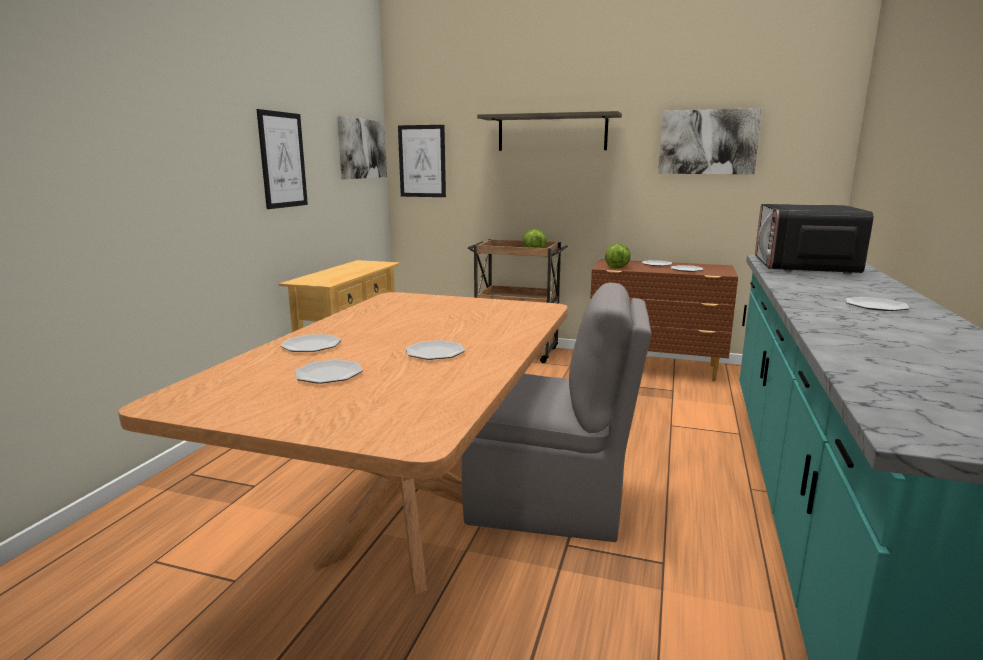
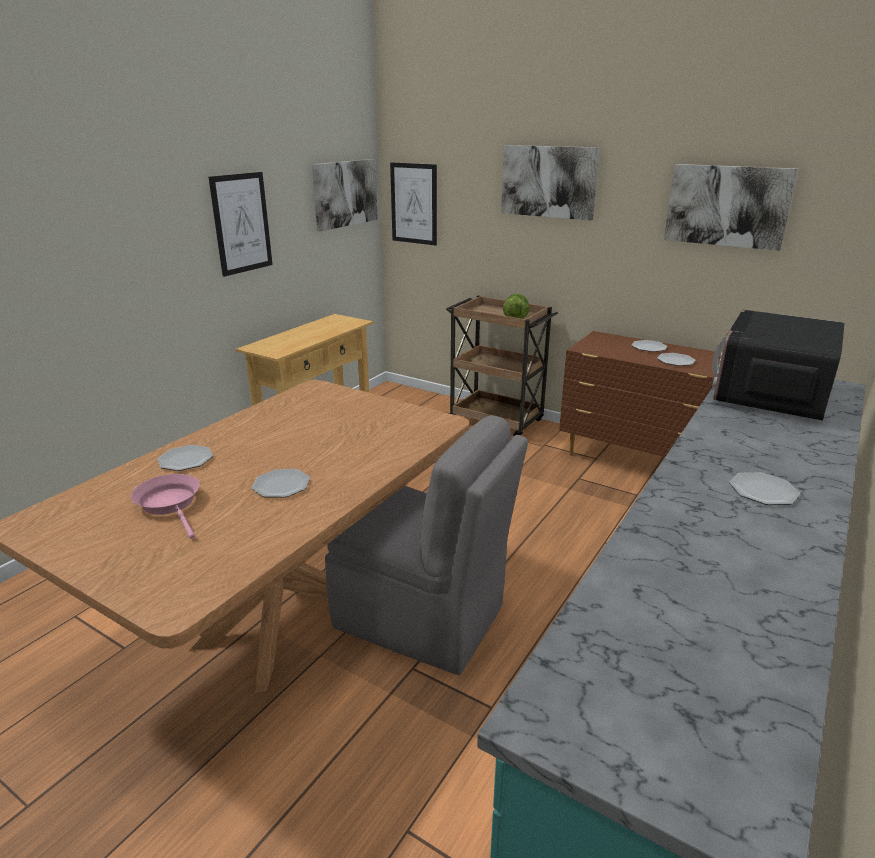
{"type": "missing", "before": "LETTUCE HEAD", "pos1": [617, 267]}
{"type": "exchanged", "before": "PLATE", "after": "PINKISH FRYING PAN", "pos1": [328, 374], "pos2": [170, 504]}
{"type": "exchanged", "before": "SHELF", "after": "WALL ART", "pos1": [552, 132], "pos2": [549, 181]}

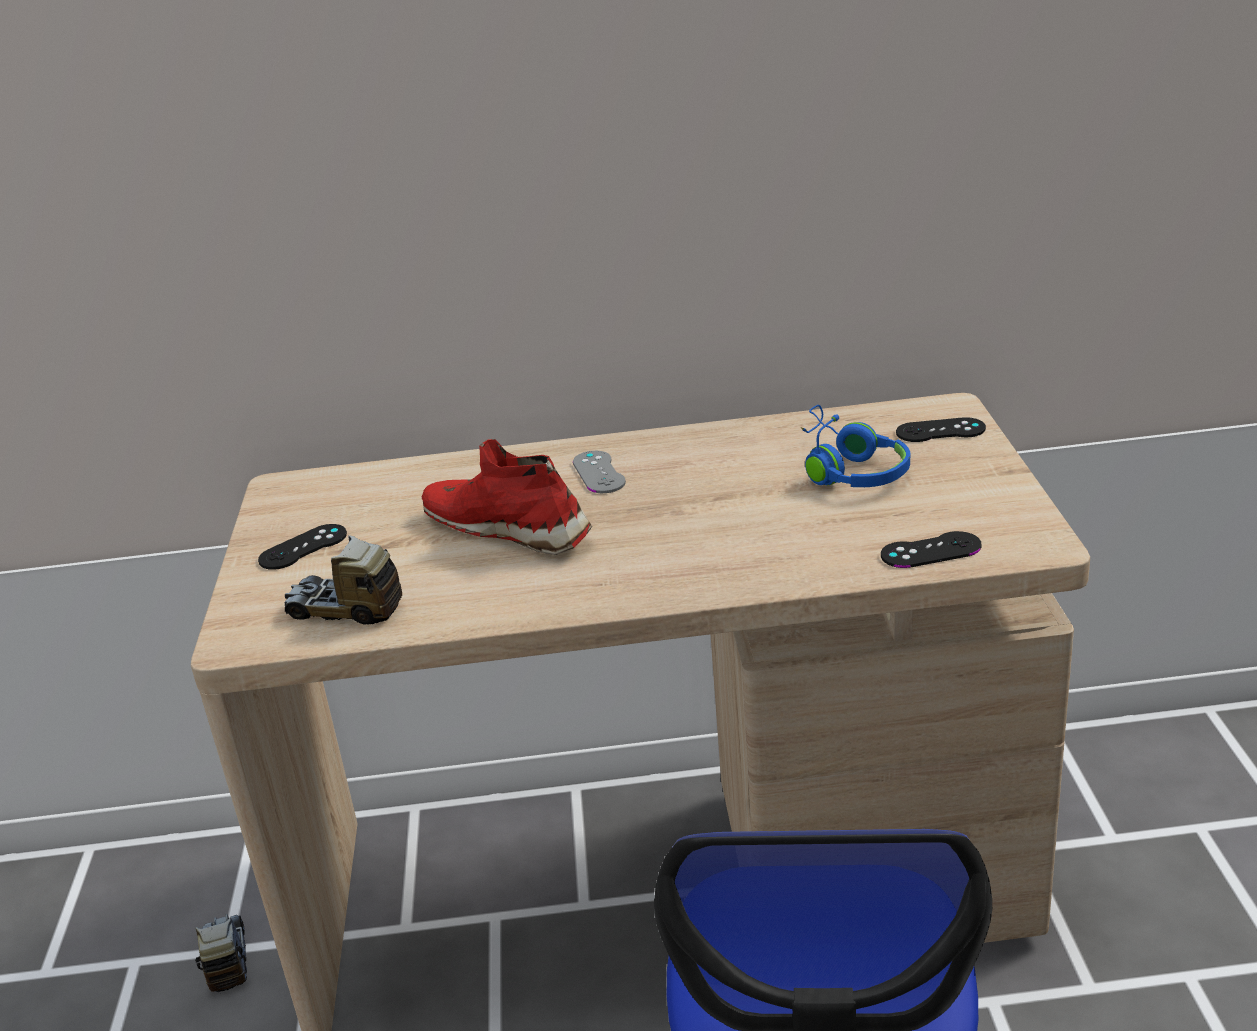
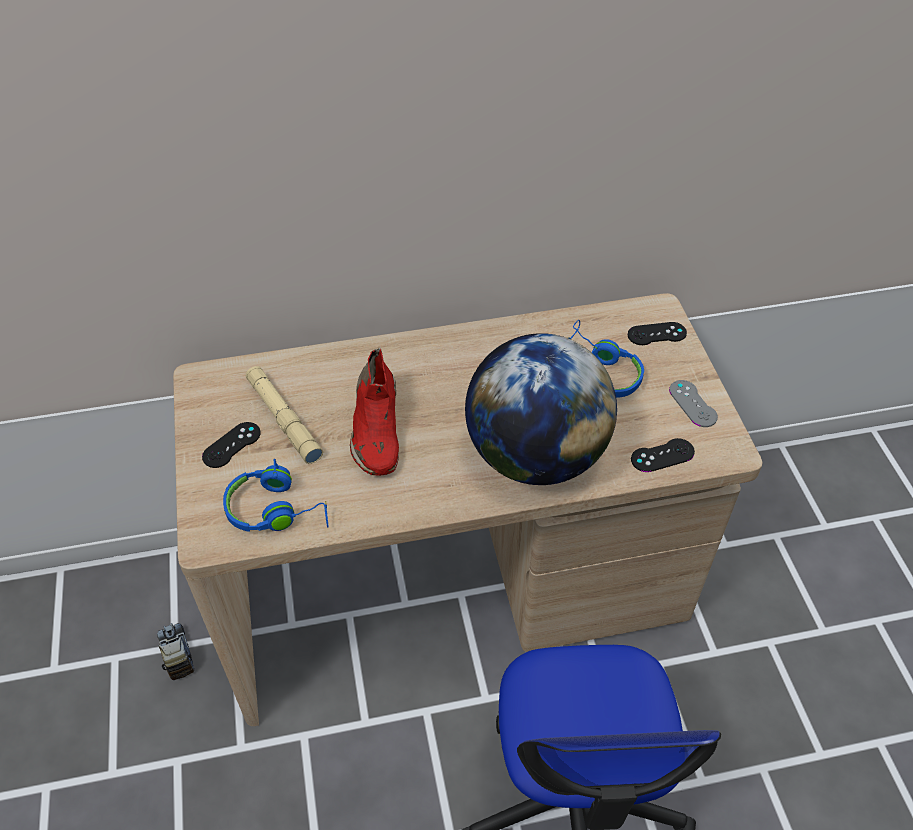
{"type": "appeared", "after": "BEIGE FLASHLIGHT", "pos2": [284, 419]}
{"type": "appeared", "after": "GLOBE", "pos2": [535, 456]}
{"type": "relocated", "before": "GREYISH JOYPAD", "pos1": [599, 472], "pos2": [693, 403]}
{"type": "exchanged", "before": "TOY LORRY", "after": "BLUE HEADPHONES", "pos1": [345, 610], "pos2": [277, 510]}
{"type": "spun", "before": "RED LOW SHOE", "pos1": [509, 529], "pos2": [376, 428], "turn": -120}

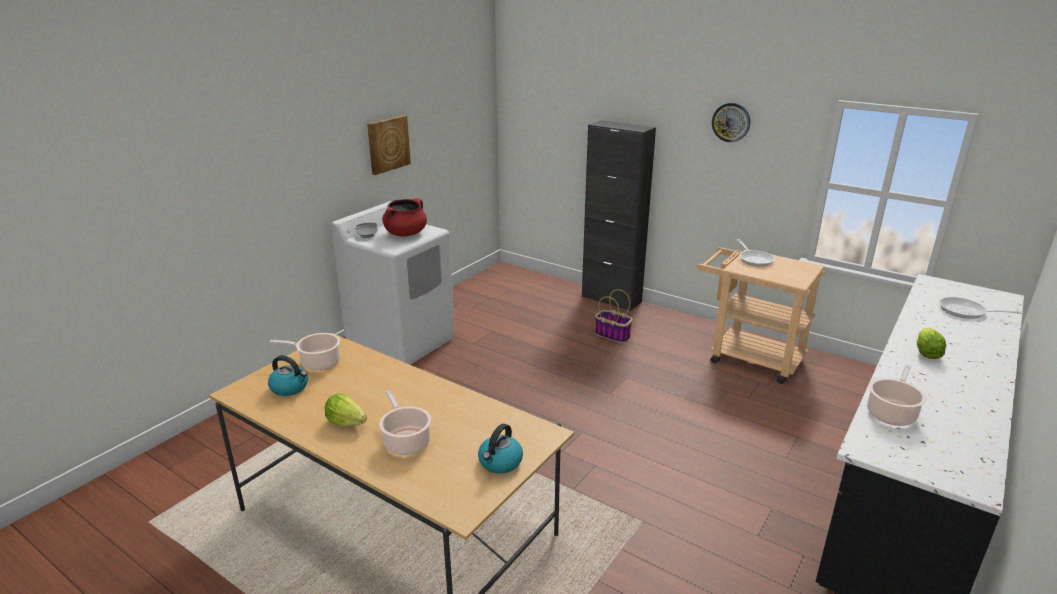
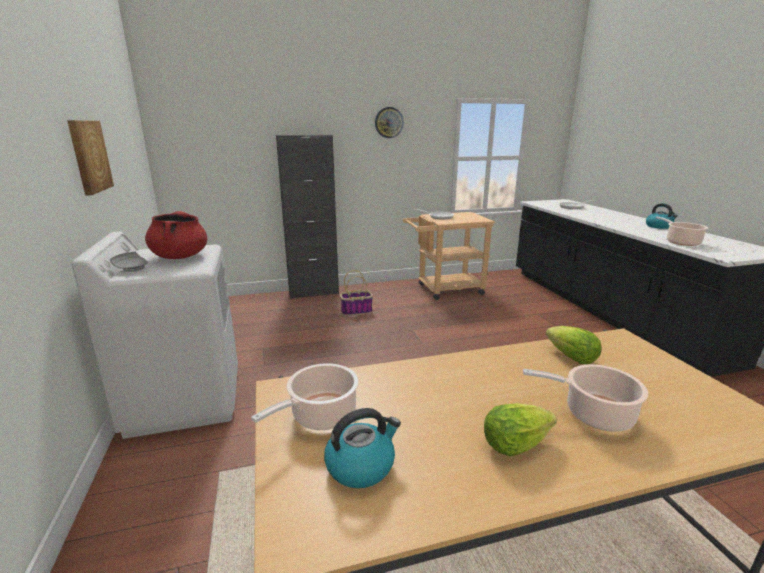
{"type": "relocated", "before": "TEA KETTLE", "pos1": [500, 462], "pos2": [659, 226]}
{"type": "relocated", "before": "LETTUCE HEAD", "pos1": [926, 353], "pos2": [571, 358]}

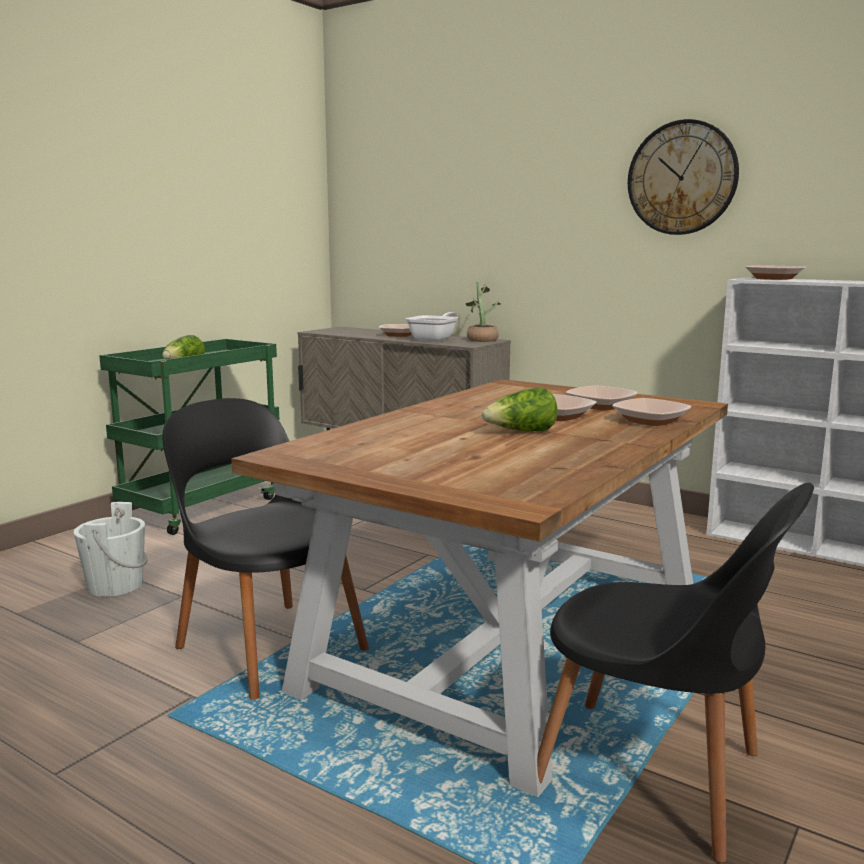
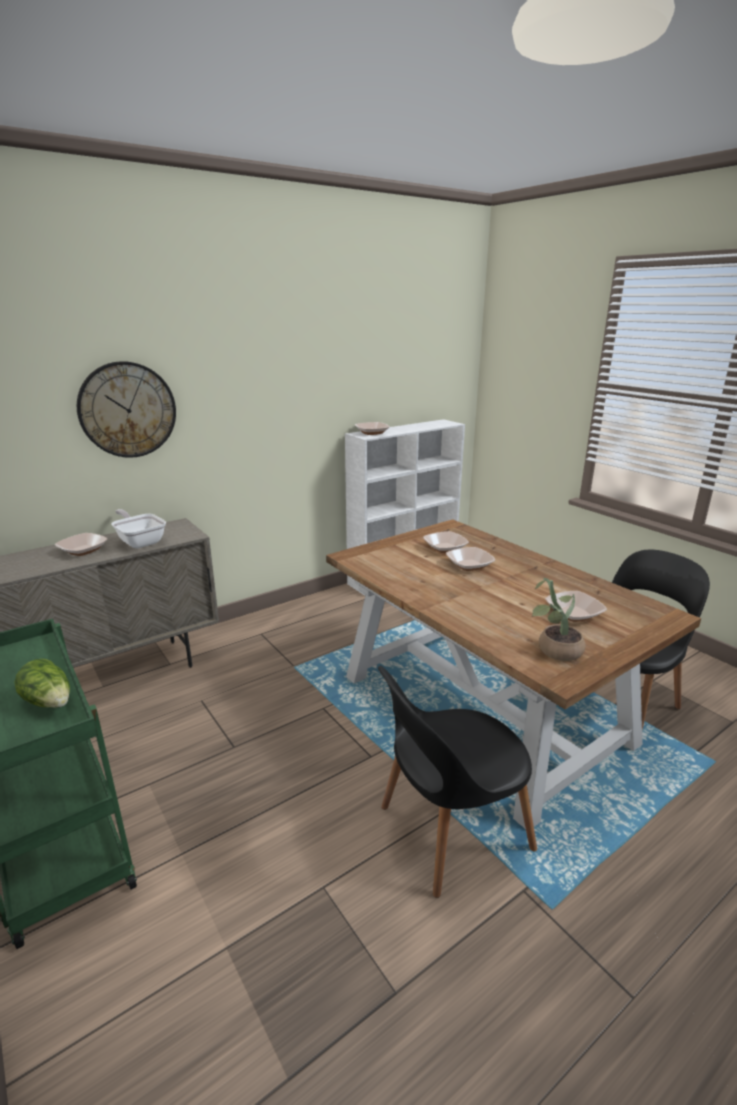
{"type": "missing", "before": "WHITE BUCKET", "pos1": [115, 585]}
{"type": "missing", "before": "LETTUCE HEAD", "pos1": [521, 432]}
{"type": "relocated", "before": "POTTED PLANT", "pos1": [481, 339], "pos2": [554, 650]}
{"type": "relocated", "before": "SERVING BOWL", "pos1": [650, 421], "pos2": [573, 613]}
{"type": "relocated", "before": "WALL CLOCK", "pos1": [682, 178], "pos2": [127, 410]}

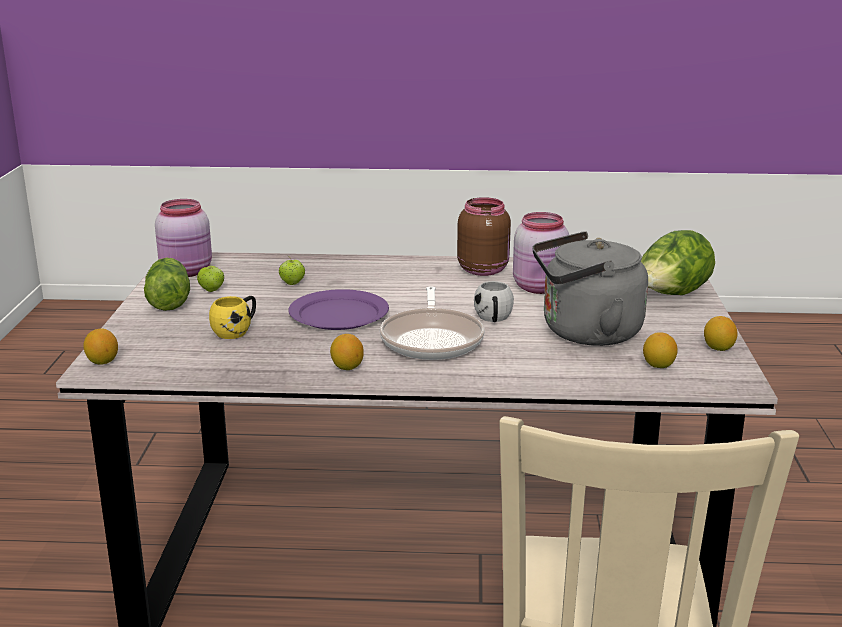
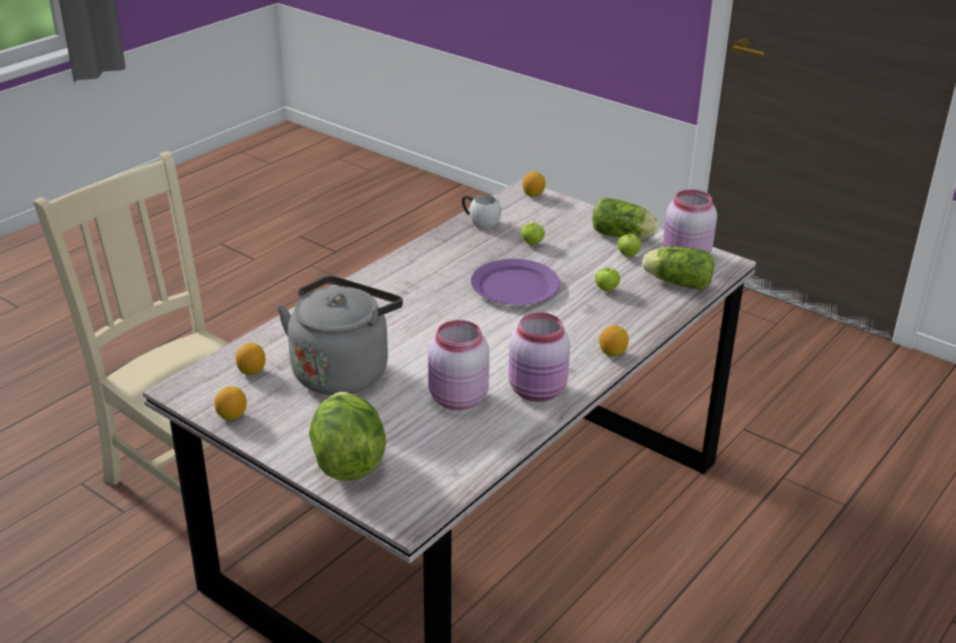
{"type": "missing", "before": "FRYING PAN", "pos1": [432, 339]}
{"type": "appeared", "after": "LETTUCE HEAD", "pos2": [675, 282]}
{"type": "relocated", "before": "LEMON", "pos1": [347, 367], "pos2": [612, 353]}
{"type": "relocated", "before": "WHITE COFFEE MUG", "pos1": [493, 319], "pos2": [479, 221]}
{"type": "exchanged", "before": "YELLOW-COLOURED COFFEE MUG", "after": "WHOLE APPLE", "pos1": [237, 330], "pos2": [532, 243]}
{"type": "colour", "before": "BROWN JAR", "after": "PINKISH JAR", "pos1": [483, 269], "pos2": [538, 391]}

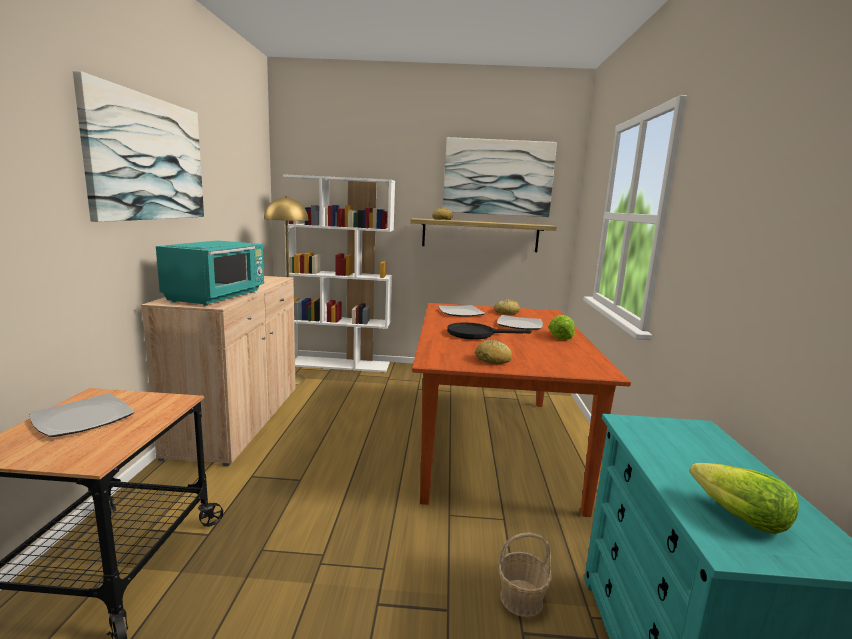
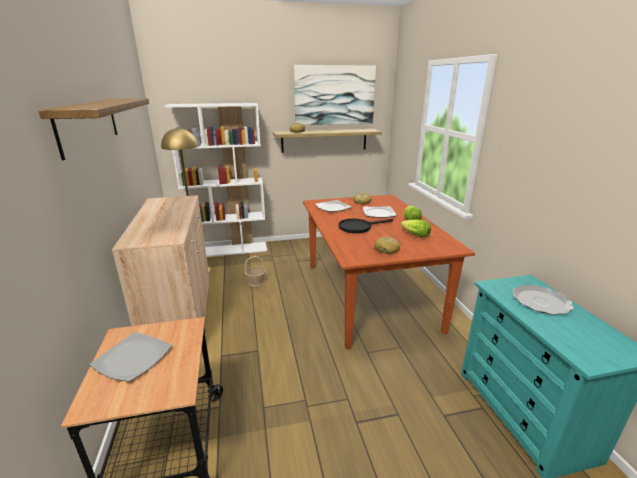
{"type": "missing", "before": "BLUE-GREEN KITCHEN MICROWAVE", "pos1": [218, 296]}
{"type": "appeared", "after": "PLATE", "pos2": [541, 301]}
{"type": "relocated", "before": "HOUSEHOLD BASKET", "pos1": [521, 599], "pos2": [256, 282]}
{"type": "relocated", "before": "LETTUCE HEAD", "pos1": [738, 517], "pos2": [415, 235]}
{"type": "exchanged", "before": "WALL ART", "after": "SHELF", "pos1": [148, 158], "pos2": [89, 124]}

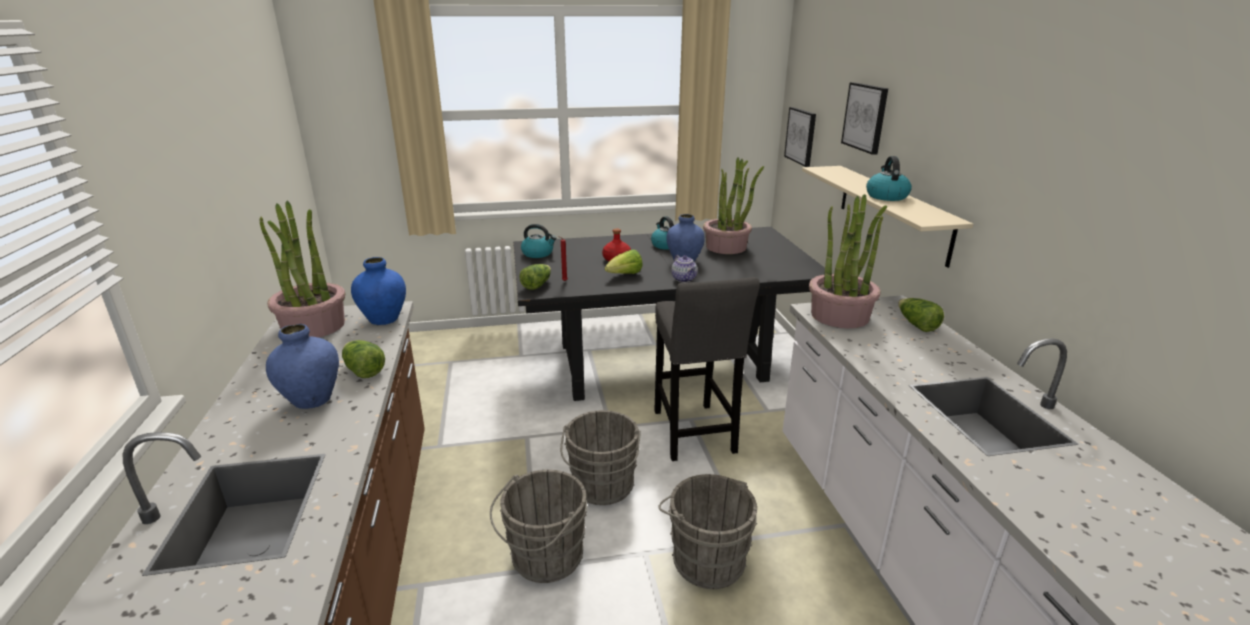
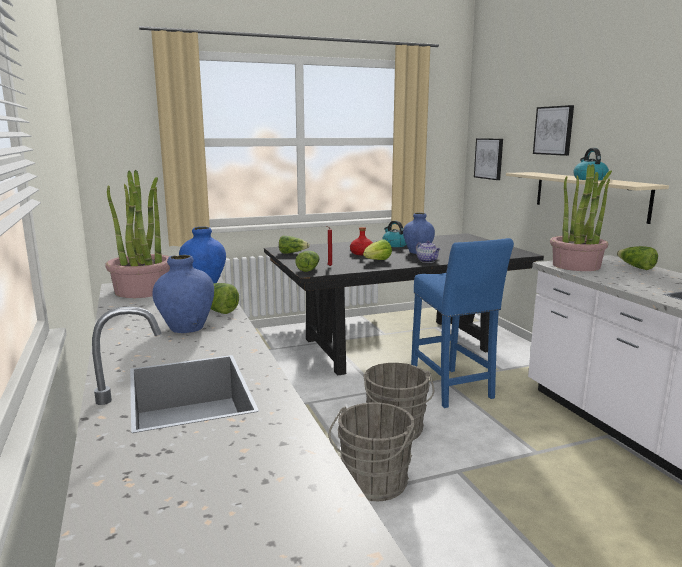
{"type": "missing", "before": "GREYISH BUCKET", "pos1": [705, 558]}
{"type": "missing", "before": "POTTED PLANT", "pos1": [726, 247]}
{"type": "exchanged", "before": "TEA KETTLE", "after": "LETTUCE HEAD", "pos1": [538, 253], "pos2": [292, 253]}
{"type": "colour", "before": "GREYISH STOOL SEAT", "after": "BLUE STOOL SEAT", "pos1": [694, 435], "pos2": [452, 389]}

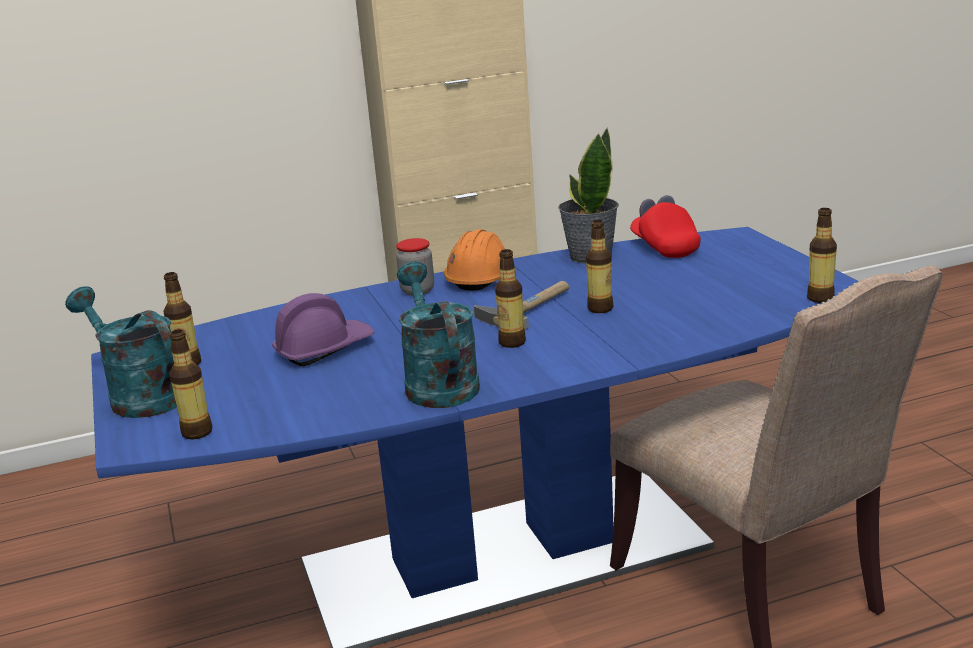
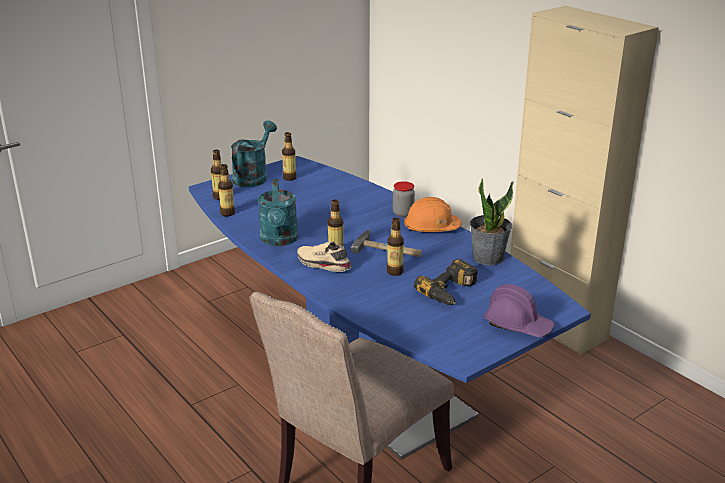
{"type": "missing", "before": "RED CAP", "pos1": [664, 247]}
{"type": "appeared", "after": "BEIGE LOW SHOE", "pos2": [322, 265]}
{"type": "appeared", "after": "ELECTRIC DRILL", "pos2": [451, 292]}
{"type": "relocated", "before": "PURPLE-COLOURED HARD HAT", "pos1": [324, 349], "pos2": [518, 325]}
{"type": "relocated", "before": "BEVERAGE BOTTLE", "pos1": [820, 298], "pos2": [227, 213]}
{"type": "spun", "before": "BLUE-GREEN WATERING CAN", "pos1": [437, 383], "pos2": [279, 240], "turn": 120}

